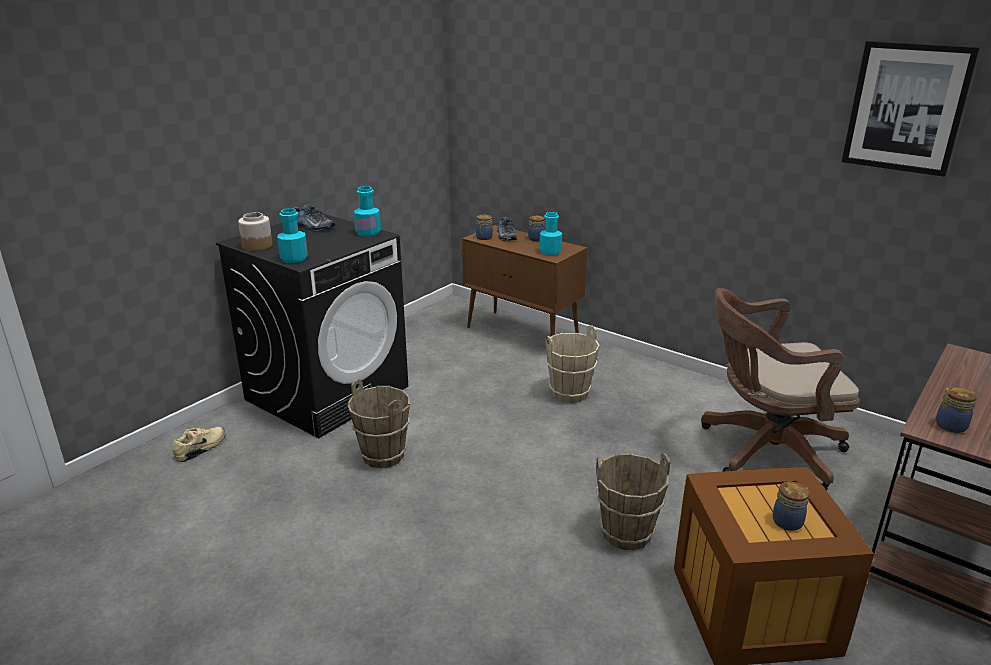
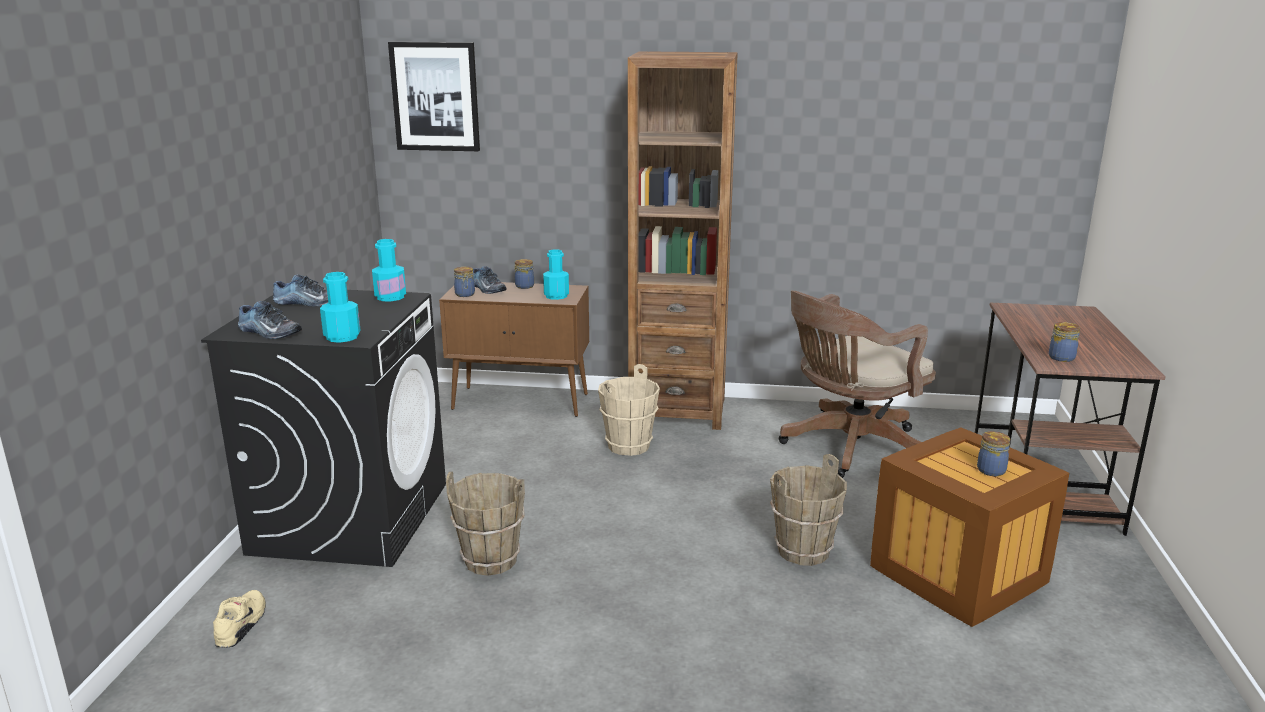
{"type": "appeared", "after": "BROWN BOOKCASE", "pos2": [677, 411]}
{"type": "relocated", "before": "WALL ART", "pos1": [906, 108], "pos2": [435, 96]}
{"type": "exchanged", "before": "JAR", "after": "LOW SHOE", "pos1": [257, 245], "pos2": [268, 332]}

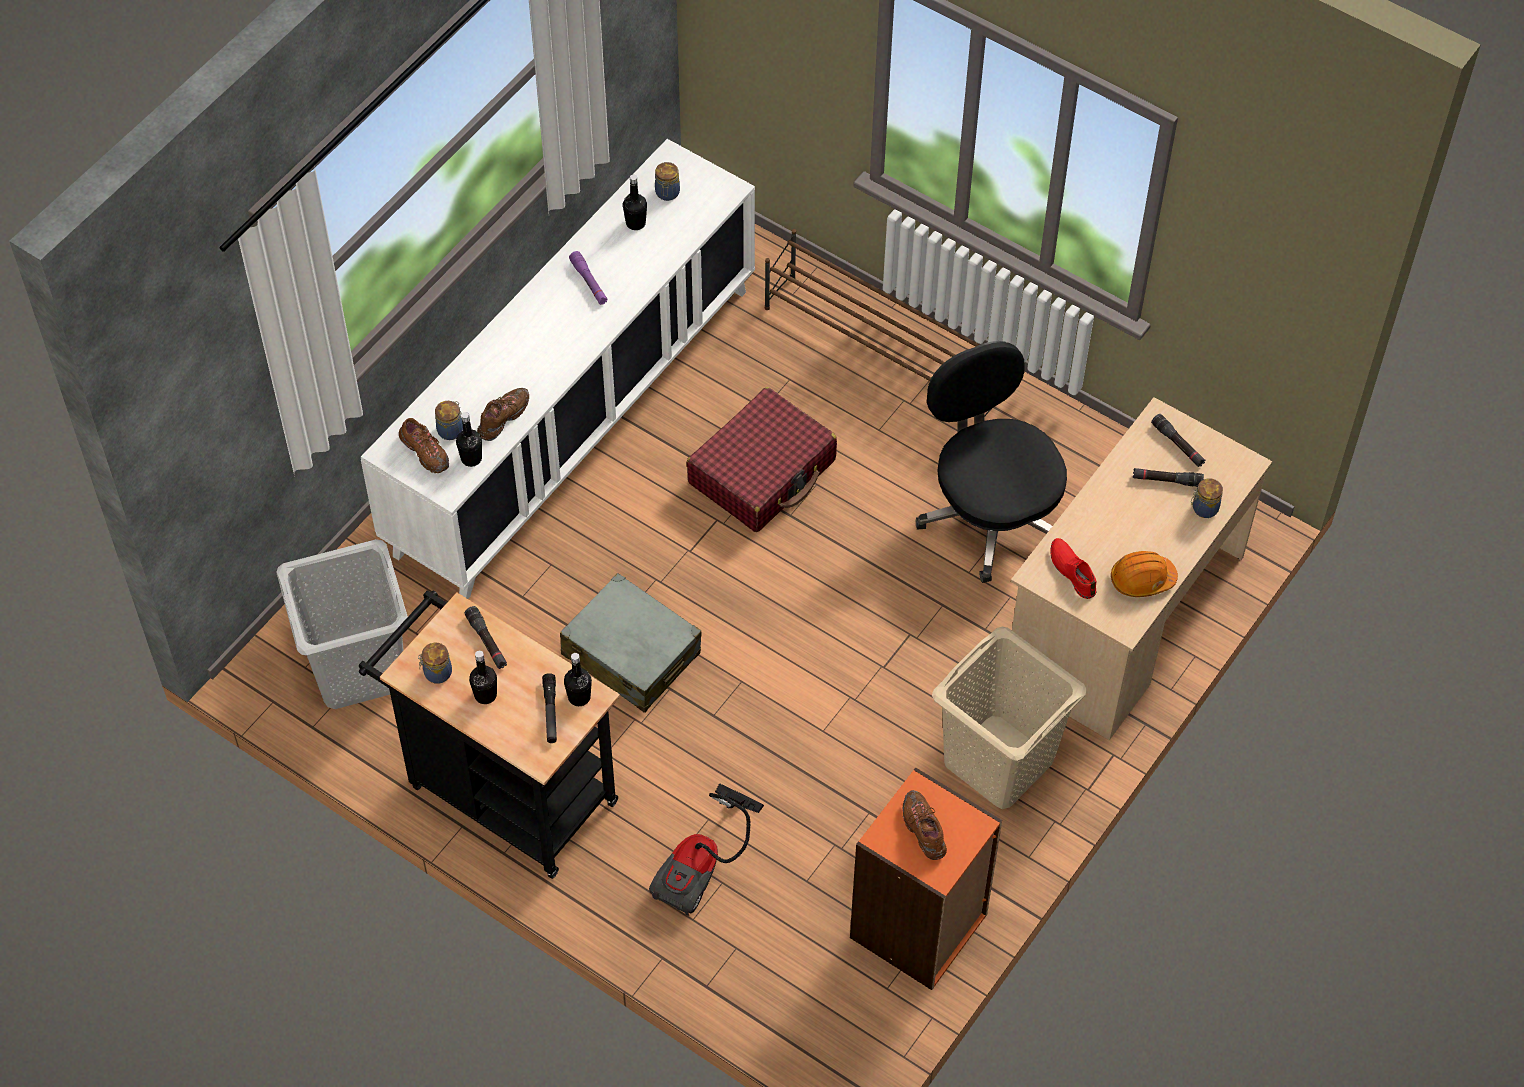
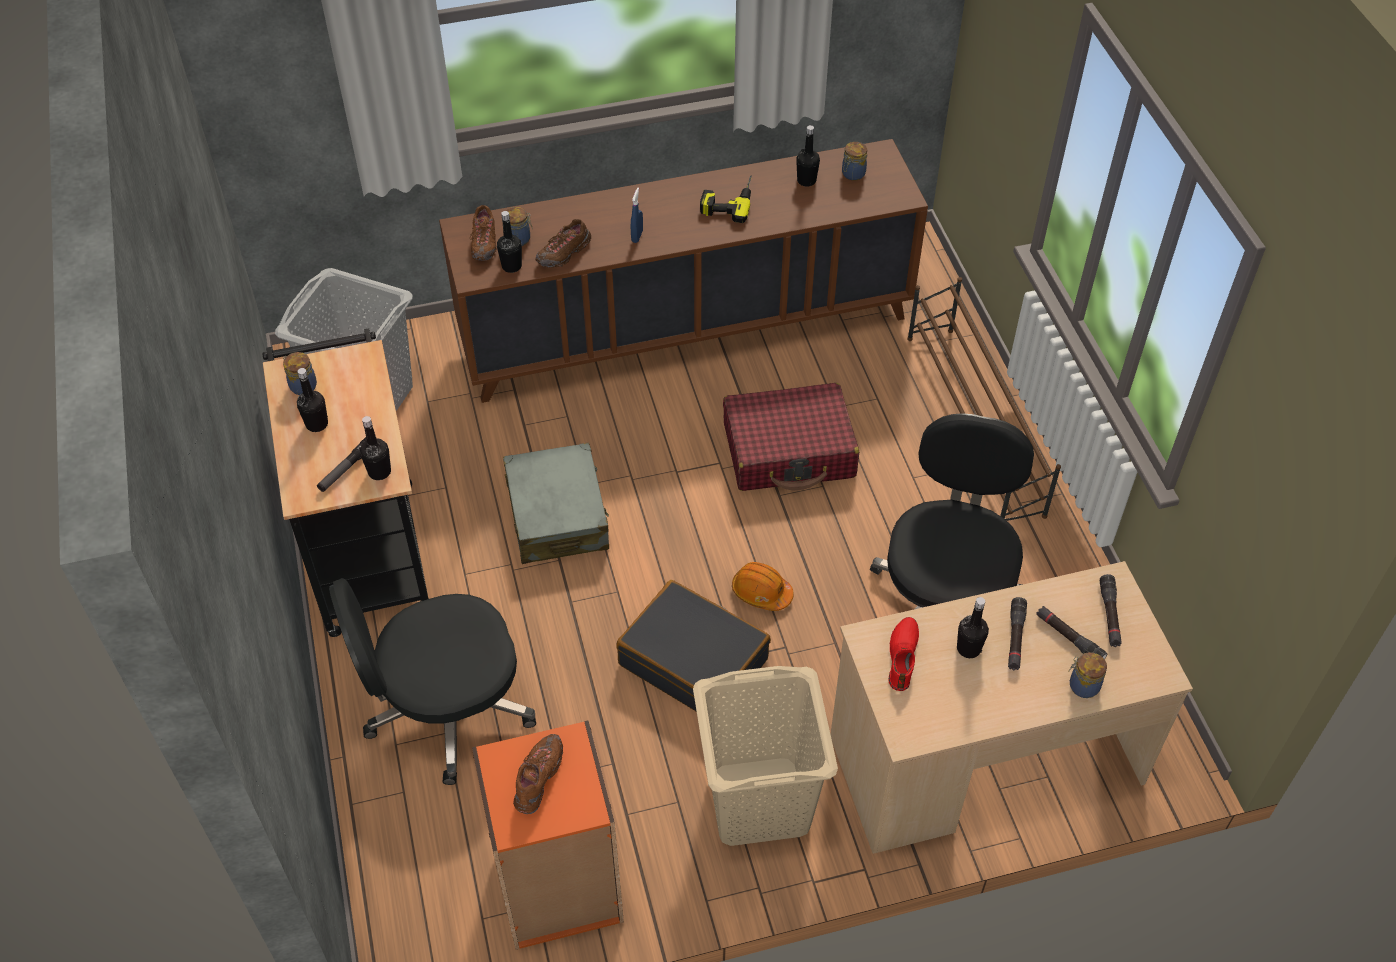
{"type": "appeared", "after": "BLACK-COLOURED SUITCASE", "pos2": [694, 661]}
{"type": "appeared", "after": "BLUE SPRAY BOTTLE", "pos2": [637, 236]}
{"type": "appeared", "after": "BLACK-COLOURED BEVERAGE BOTTLE", "pos2": [968, 648]}
{"type": "relocated", "before": "BLACK-COLOURED FLASHLIGHT", "pos1": [487, 641], "pos2": [1015, 638]}
{"type": "relocated", "before": "ORANGEY HARD HAT", "pos1": [1142, 579], "pos2": [761, 592]}
{"type": "exchanged", "before": "PURPLE-COLOURED FLASHLIGHT", "after": "ELECTRIC DRILL", "pos1": [589, 282], "pos2": [728, 200]}
{"type": "exchanged", "before": "VACUUM CLEANER", "after": "BLACK-COLOURED DESK CHAIR", "pos1": [704, 865], "pos2": [446, 709]}
{"type": "colour", "before": "WHITE CABINET", "after": "BROWN CABINET", "pos1": [573, 420], "pos2": [685, 329]}
{"type": "spun", "before": "BROWN LOW SHOE", "pos1": [503, 418], "pos2": [564, 253], "turn": 150}

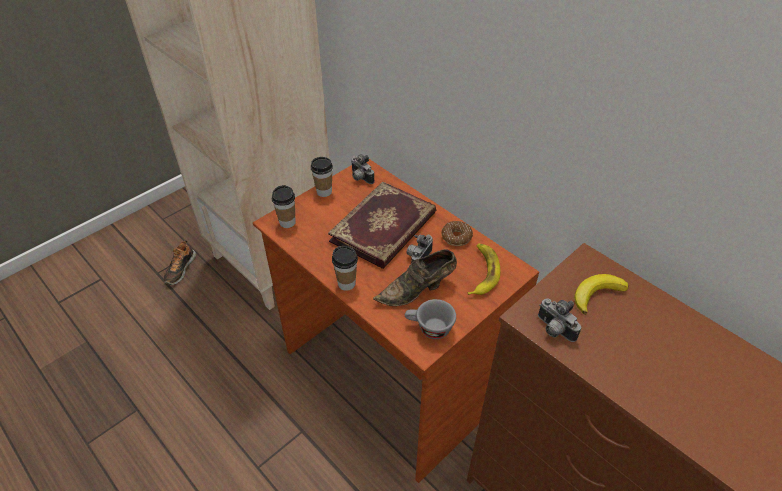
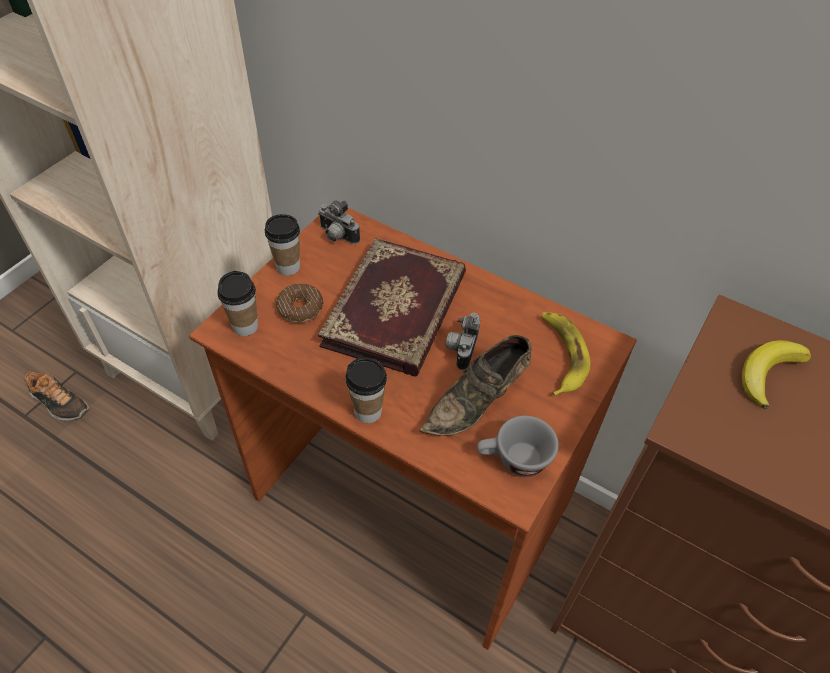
{"type": "missing", "before": "STILL CAMERA", "pos1": [553, 330]}
{"type": "relocated", "before": "RING DOUGHNUT", "pos1": [456, 237], "pos2": [300, 308]}
{"type": "spun", "before": "LOW SHOE", "pos1": [180, 269], "pos2": [59, 403], "turn": -60}

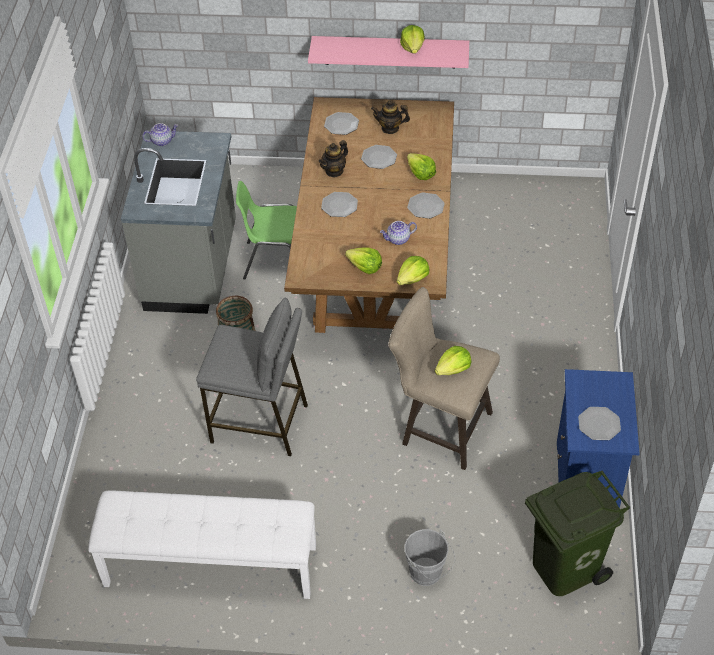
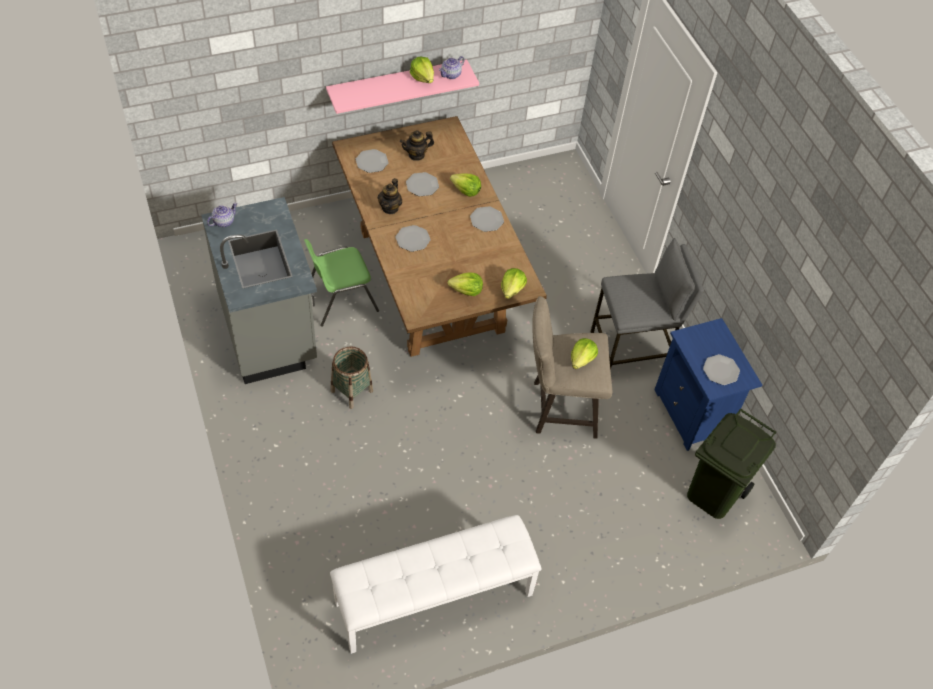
{"type": "missing", "before": "GREYISH BUCKET", "pos1": [428, 574]}
{"type": "relocated", "before": "GREYISH STOOL SEAT", "pos1": [260, 423], "pos2": [632, 351]}
{"type": "relocated", "before": "POT FOR TEA", "pos1": [398, 239], "pos2": [451, 75]}

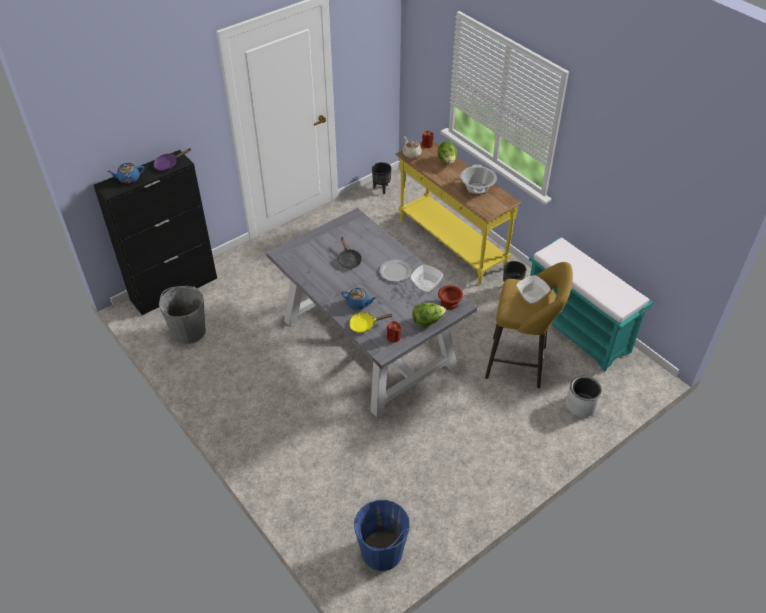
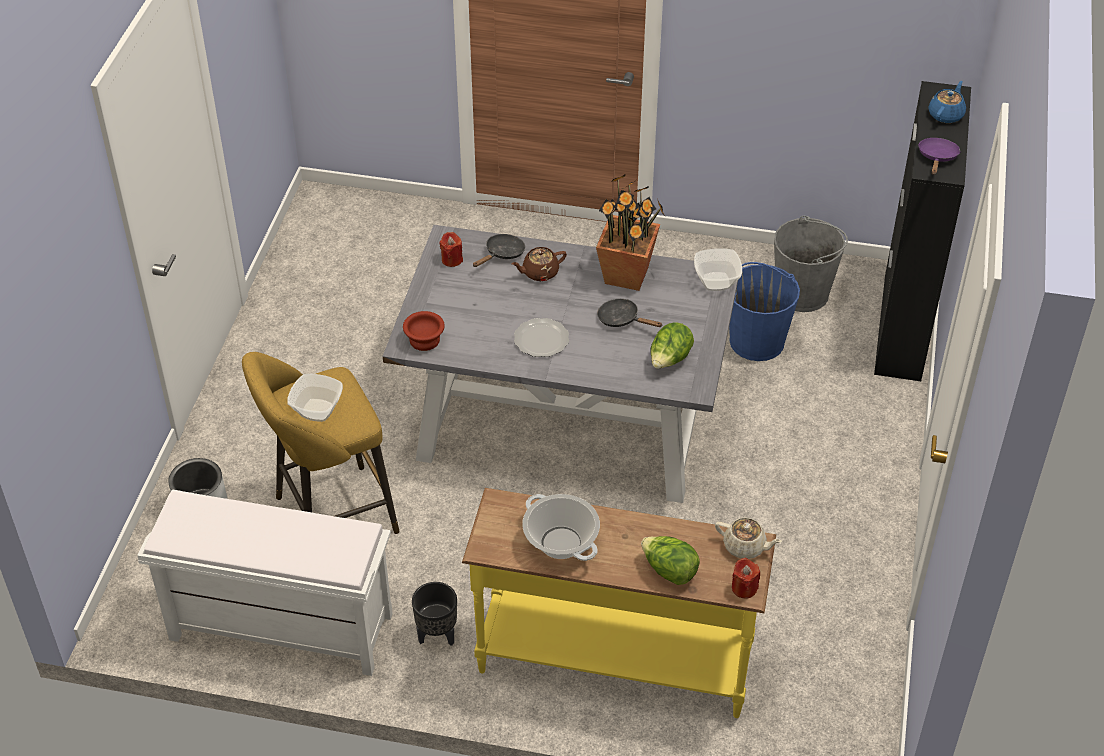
{"type": "missing", "before": "BLACK-COLOURED PLANT POT", "pos1": [381, 189]}
{"type": "appeared", "after": "POTTED PLANT", "pos2": [627, 275]}
{"type": "relocated", "before": "BLUE BUCKET", "pos1": [381, 551], "pos2": [756, 341]}
{"type": "relocated", "before": "SERVING BOWL", "pos1": [426, 286], "pos2": [716, 282]}
{"type": "relocated", "before": "LETTUCE HEAD", "pos1": [427, 321], "pos2": [669, 360]}
{"type": "colour", "before": "BLUE POT FOR TEA", "after": "BROWN POT FOR TEA", "pos1": [358, 304], "pos2": [539, 273]}
{"type": "colour", "before": "YELLOW-COLOURED FRYING PAN", "after": "BLACK-COLOURED FRYING PAN", "pos1": [365, 325], "pos2": [502, 254]}
{"type": "colour", "before": "BLUE-GREEN LONG SEAT", "after": "WHITE LONG SEAT", "pos1": [577, 329], "pos2": [279, 627]}

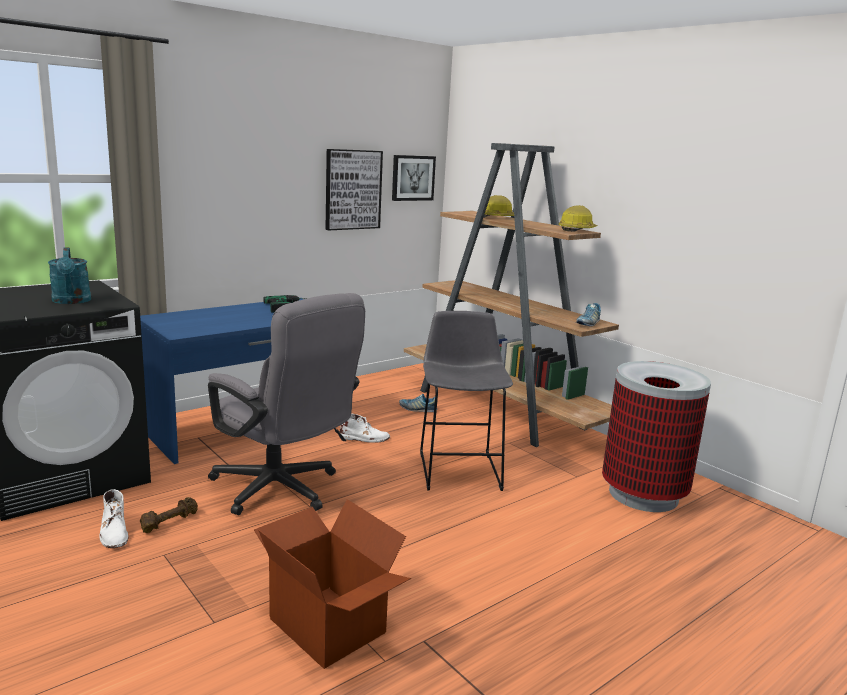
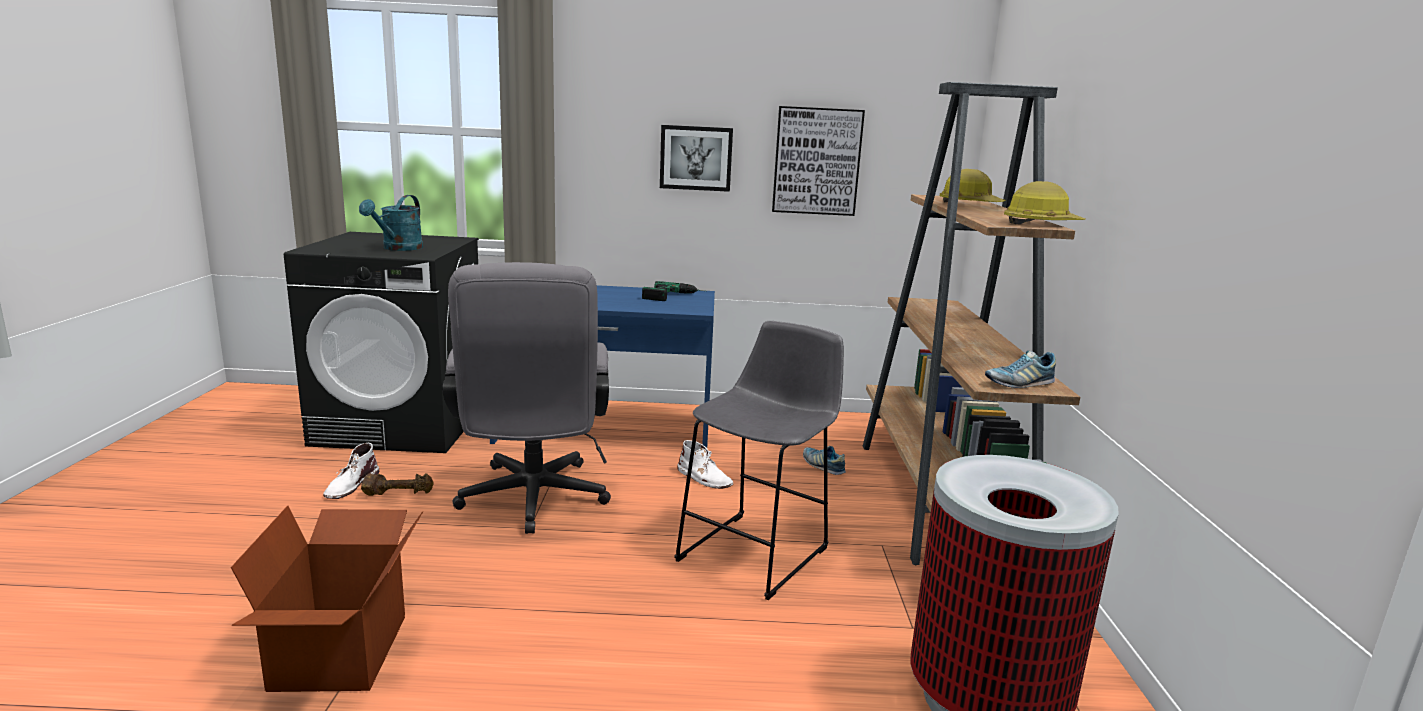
{"type": "relocated", "before": "WALL ART", "pos1": [412, 178], "pos2": [696, 158]}

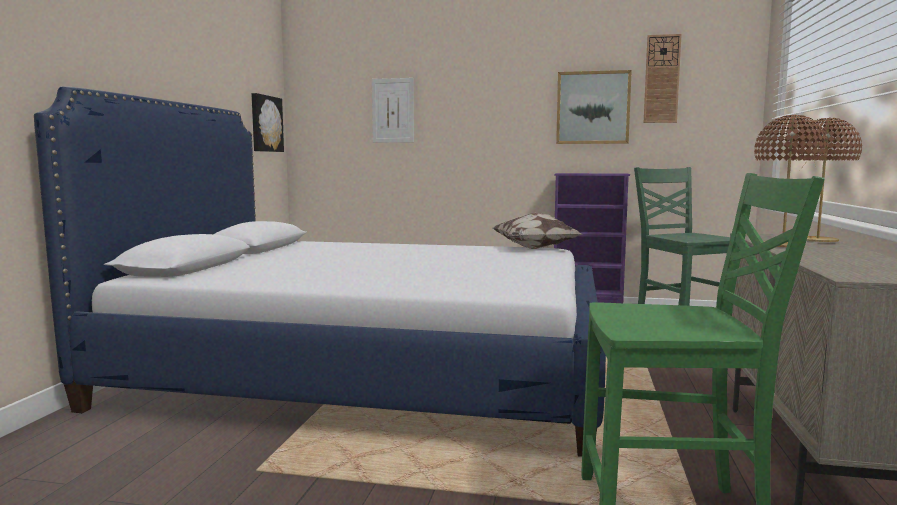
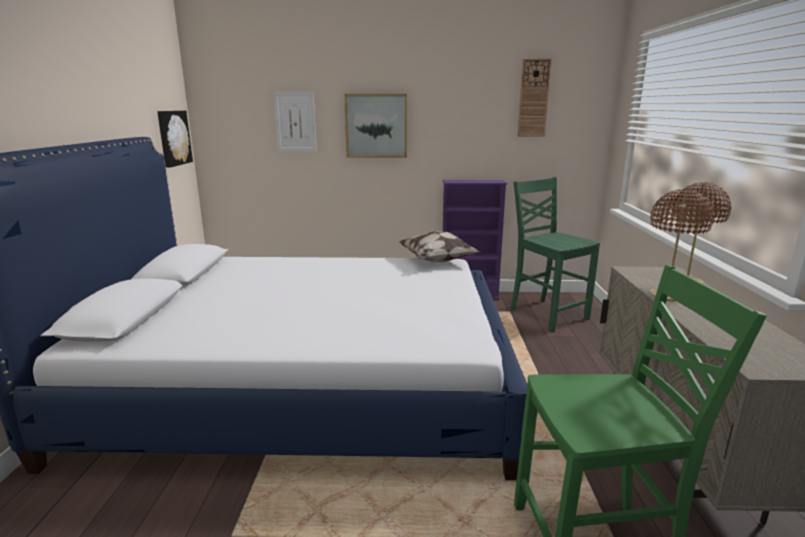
{"type": "relocated", "before": "WALL ART", "pos1": [593, 108], "pos2": [376, 126]}

